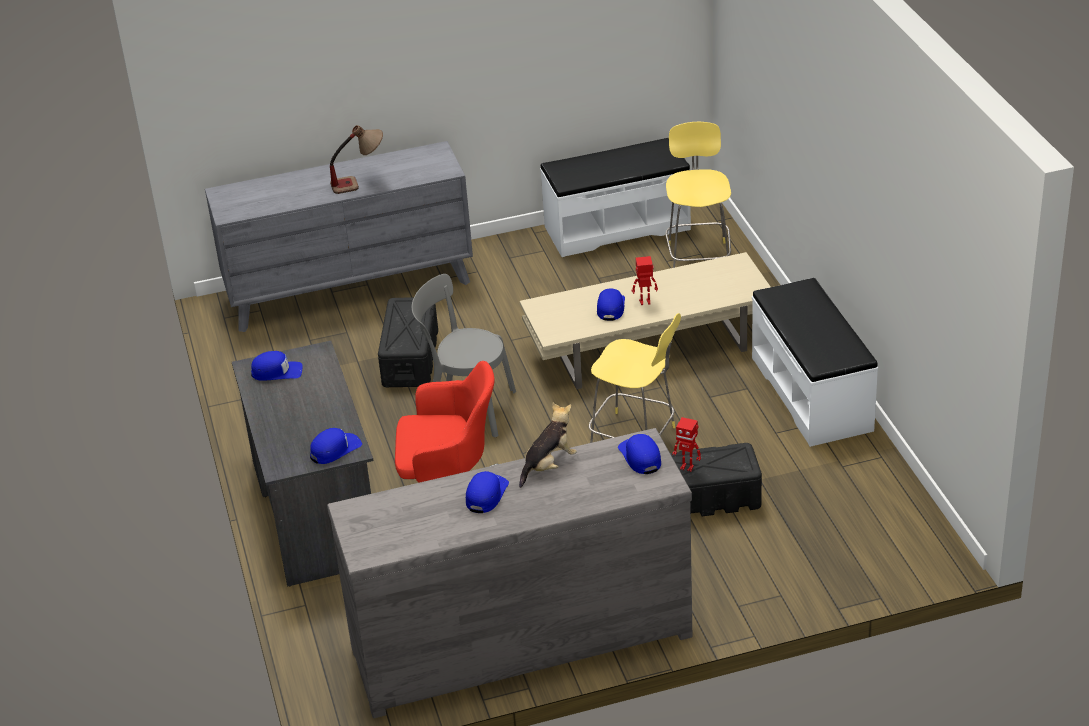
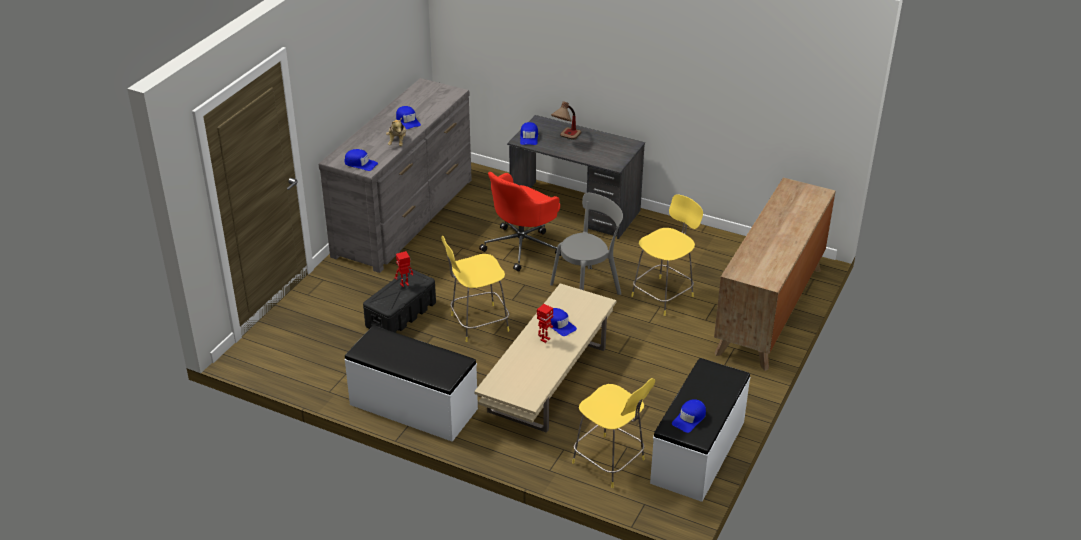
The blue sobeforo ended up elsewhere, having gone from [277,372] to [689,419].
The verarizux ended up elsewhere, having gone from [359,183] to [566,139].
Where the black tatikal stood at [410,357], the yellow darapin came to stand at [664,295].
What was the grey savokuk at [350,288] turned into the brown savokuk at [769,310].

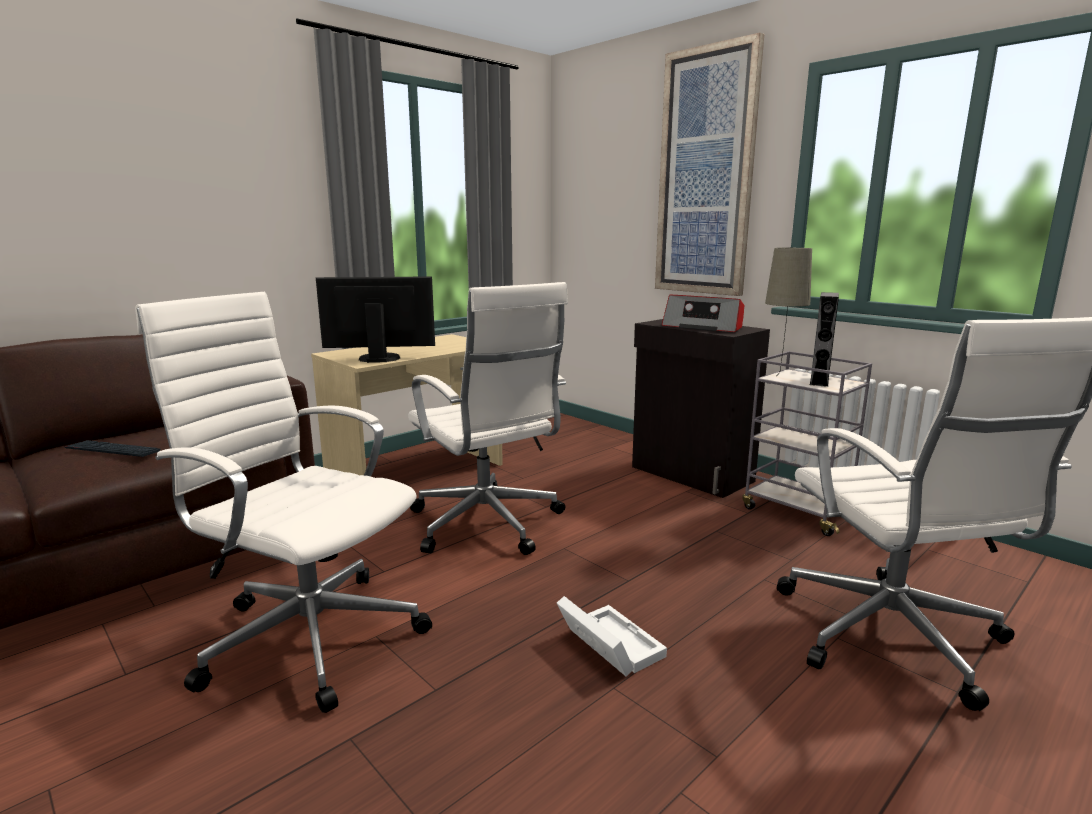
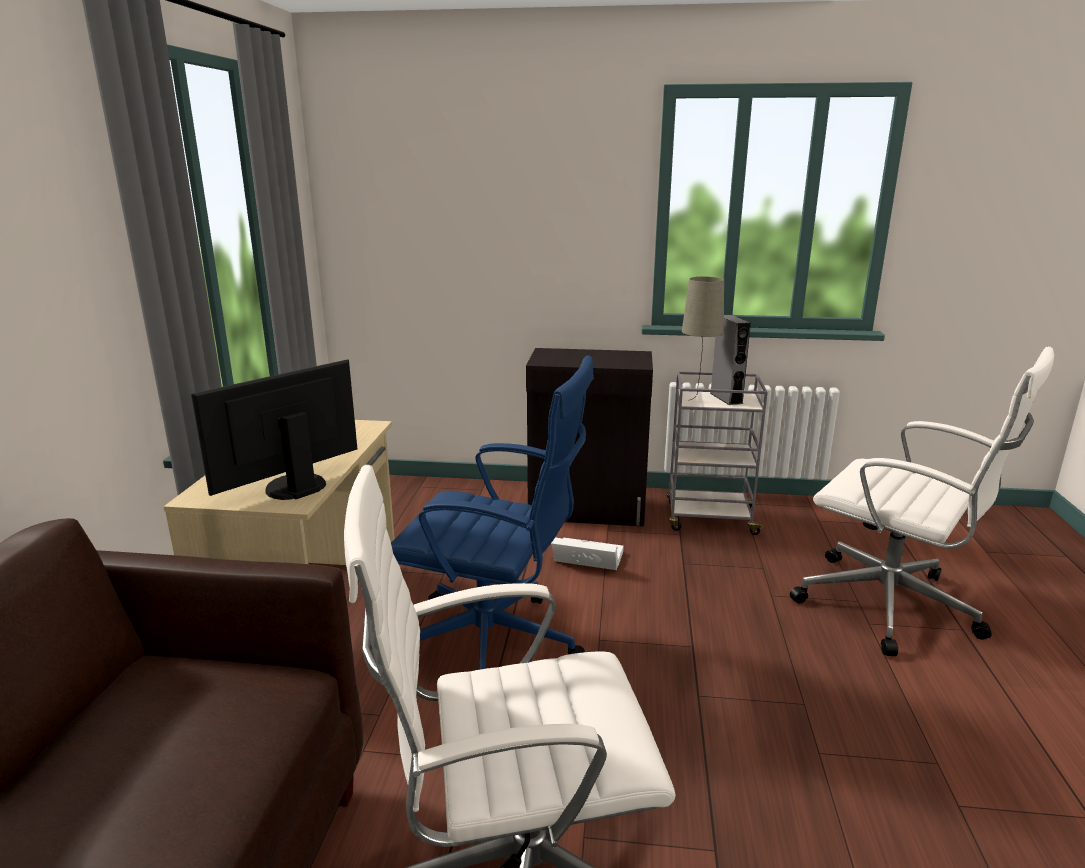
The second view lost the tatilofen at [112,450].
The second view lost the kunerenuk at [706,174].
The second view lost the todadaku at [703,327].
The white tatikal ended up elsewhere, having gone from [607,644] to [585,559].
What was the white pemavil at [487,525] turned into the blue pemavil at [493,648].

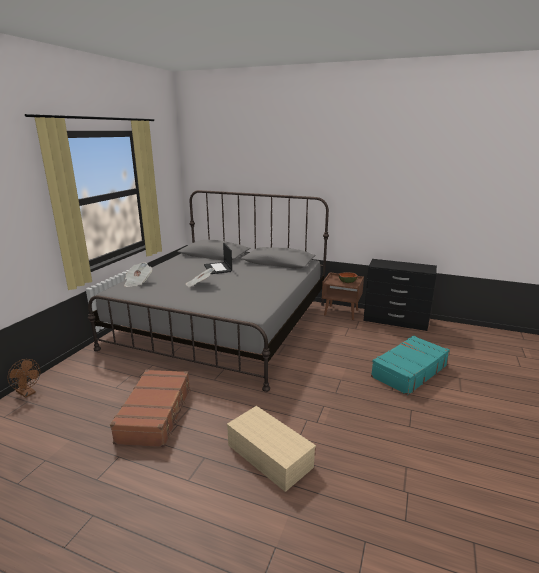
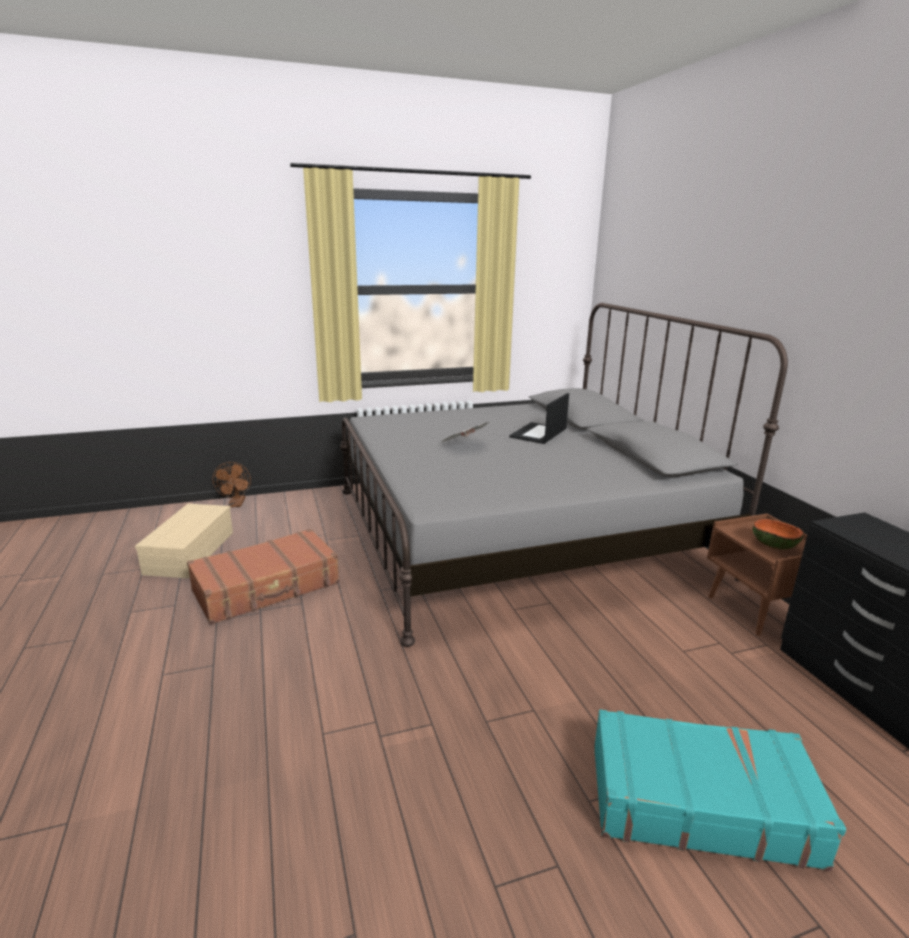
The second view lost the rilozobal at [137,282].
The beige tatikal ended up elsewhere, having gone from [268,455] to [190,551].

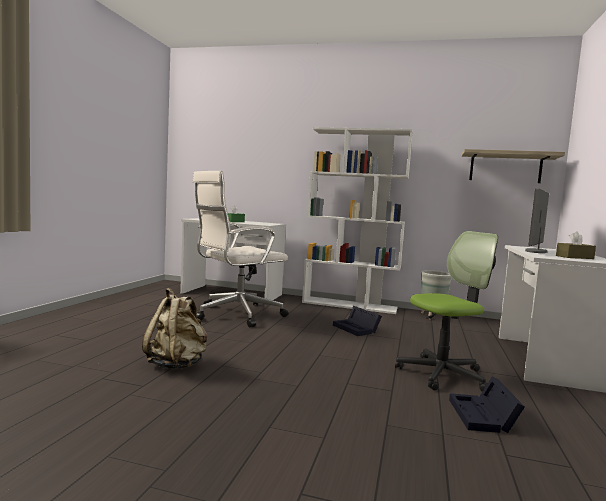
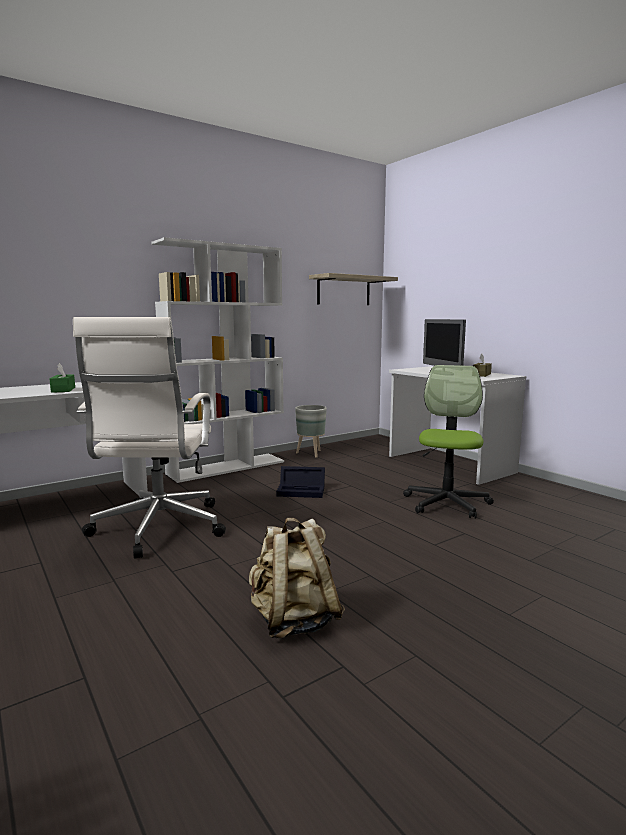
The second view lost the black tatikal at [483,417].

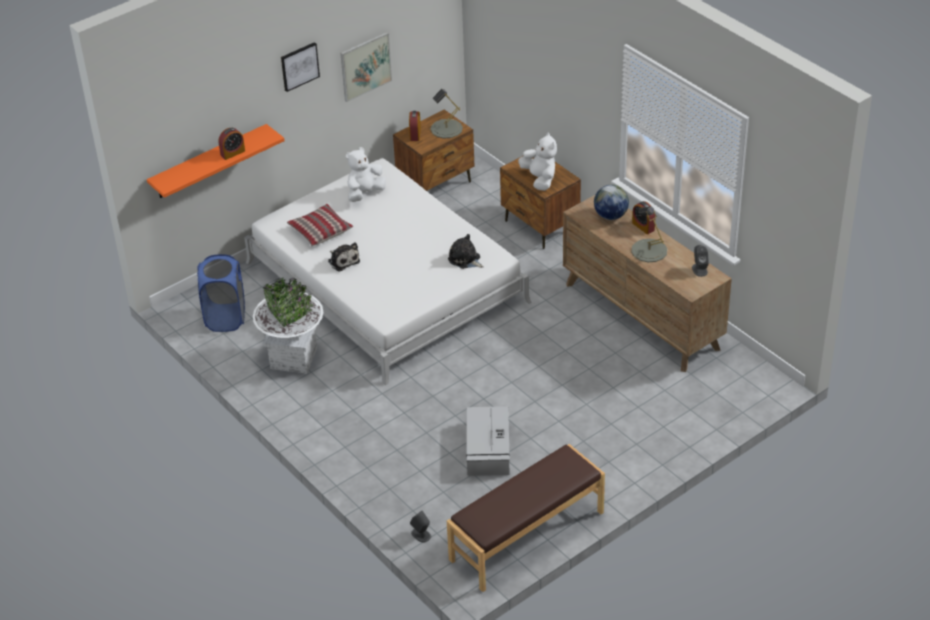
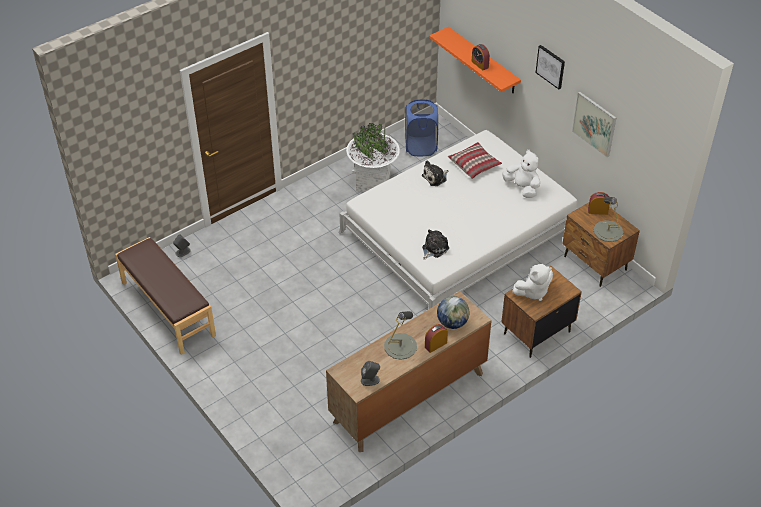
The second view lost the grey tatikal at [488,449].

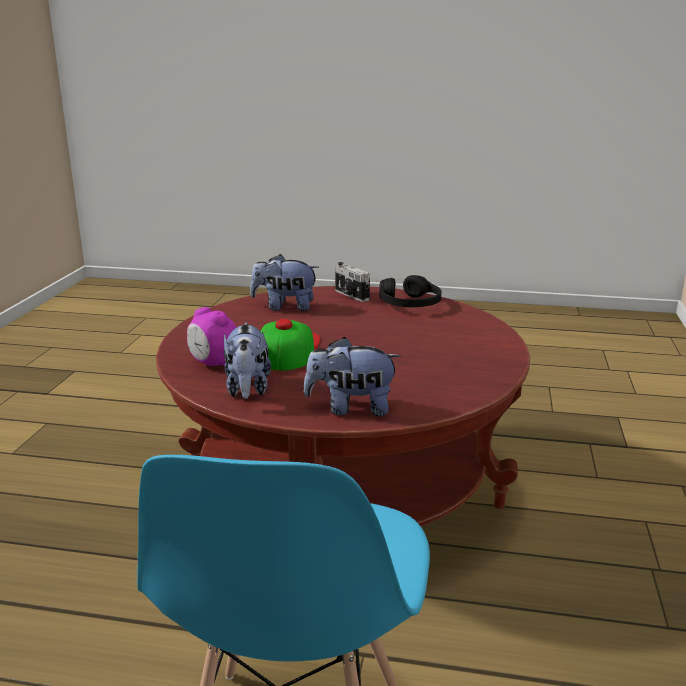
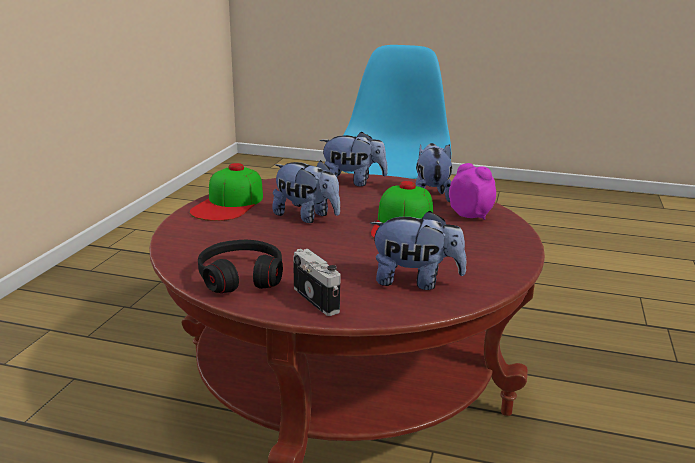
The second view gained the sobeforo at [229,204].
The second view gained the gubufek at [306,217].

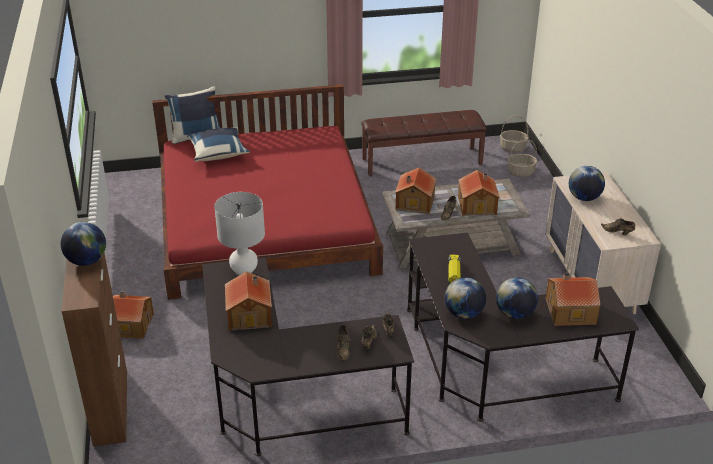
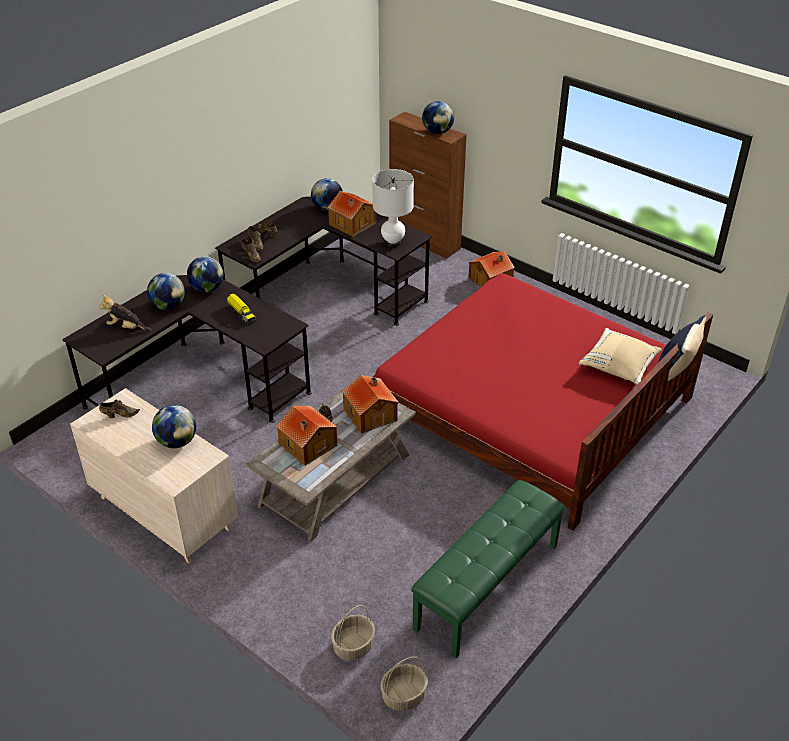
The second view gained the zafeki at [327,208].
Where the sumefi stood at [569,310], the gubufek came to stand at [126,327].
What was the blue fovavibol at [218,153] turned into the beige fovavibol at [619,366].
What was the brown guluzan at [422,161] turned into the green guluzan at [488,586].

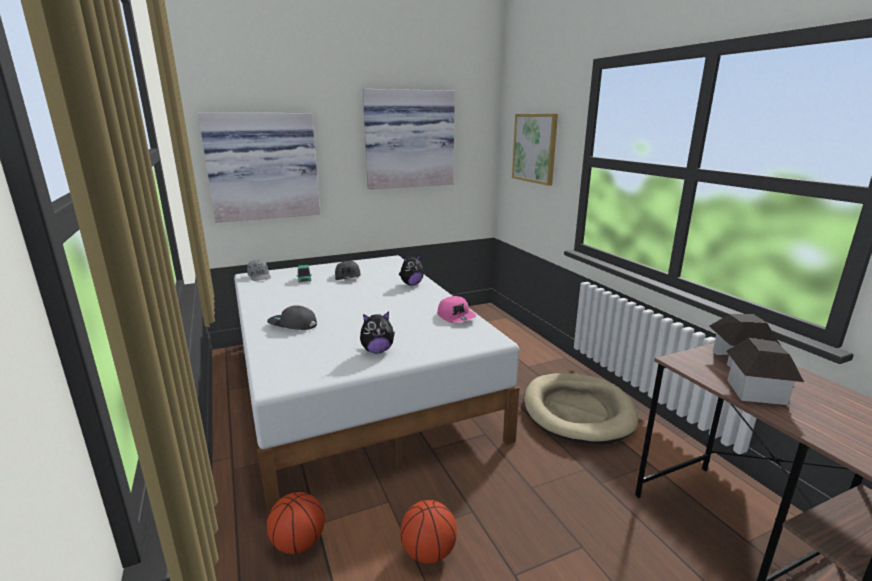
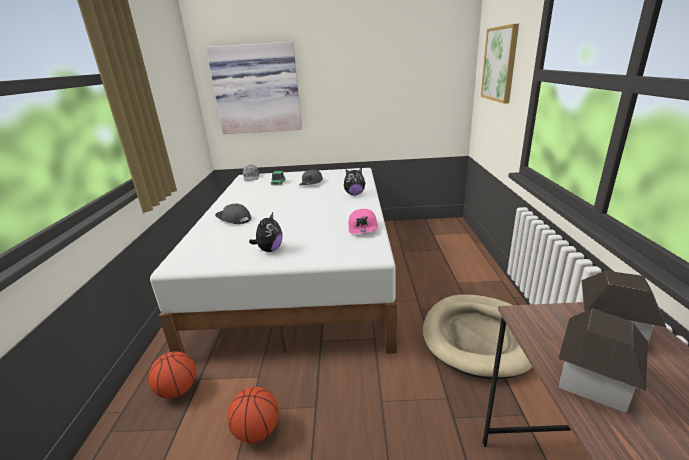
The second view lost the kunerenuk at [409,139].
The gubufek at [377,351] ended up facing another way, 75 degrees counterclockwise from before.

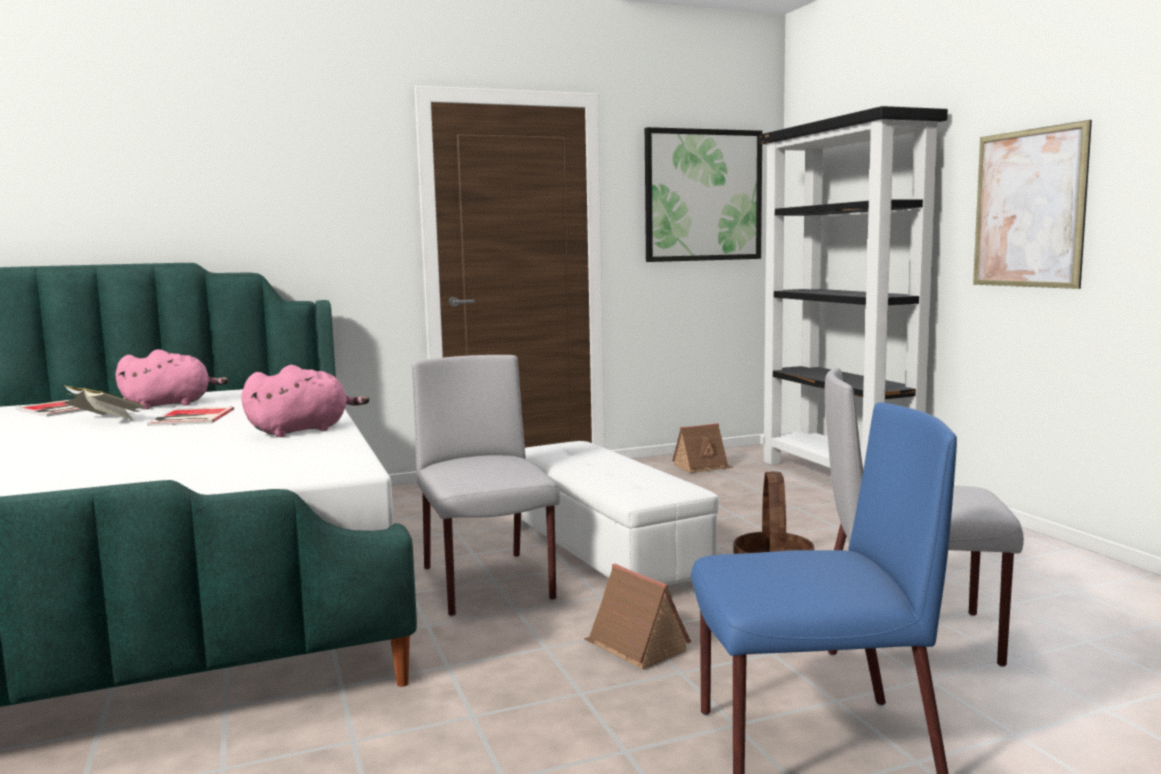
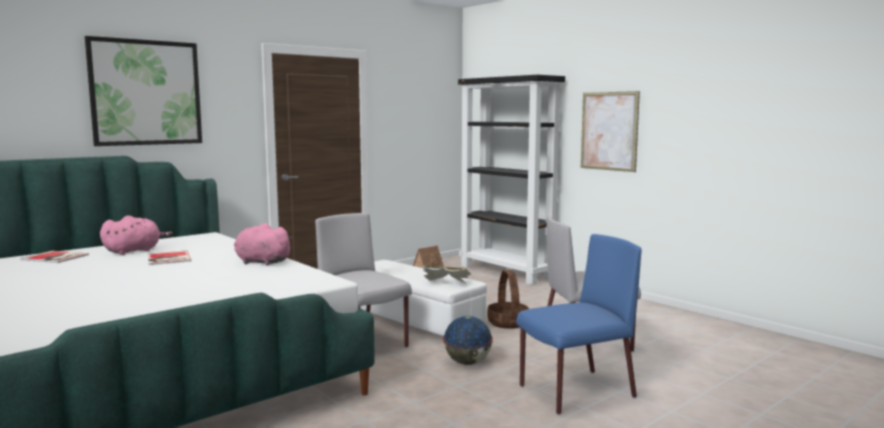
The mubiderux ended up elsewhere, having gone from [104,420] to [445,284].
The kunerenuk ended up elsewhere, having gone from [703,195] to [146,92].
Where the sumefi stood at [635,646], the zafeki came to stand at [467,363].
The pink gubufek at [302,430] ended up facing another way, 105 degrees counterclockwise from before.

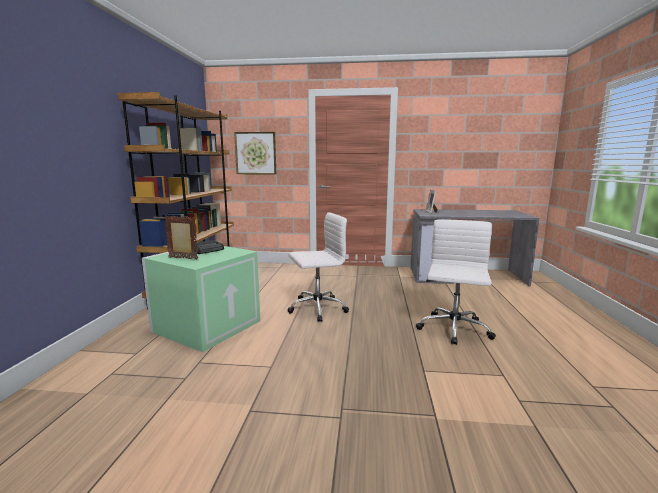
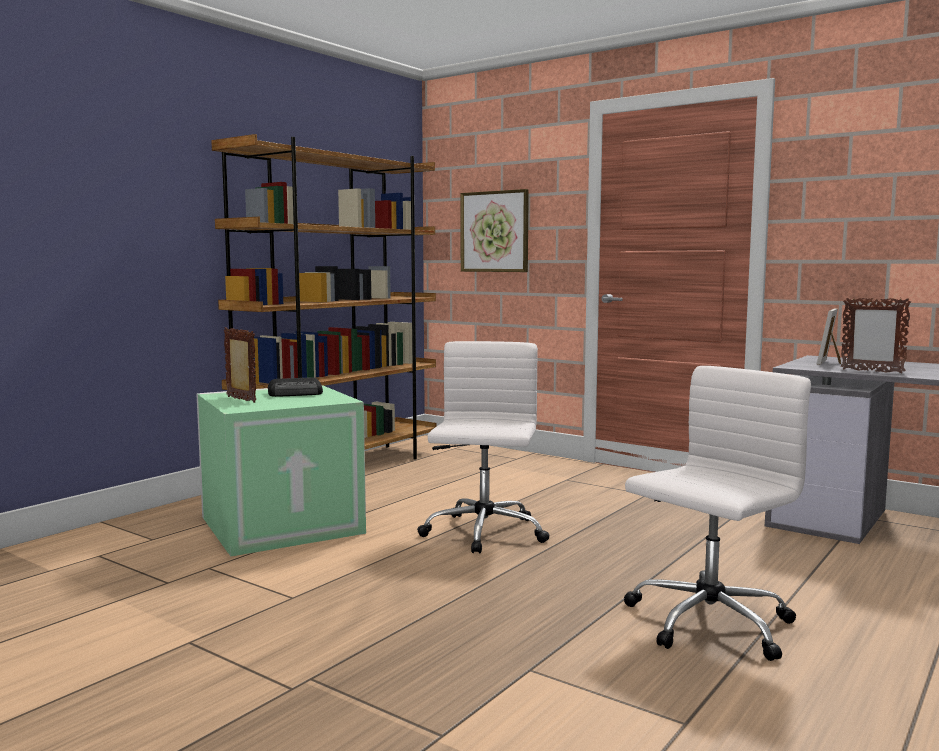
The second view gained the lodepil at [871,371].
The white pemavil at [316,308] ended up facing another way, 90 degrees counterclockwise from before.

